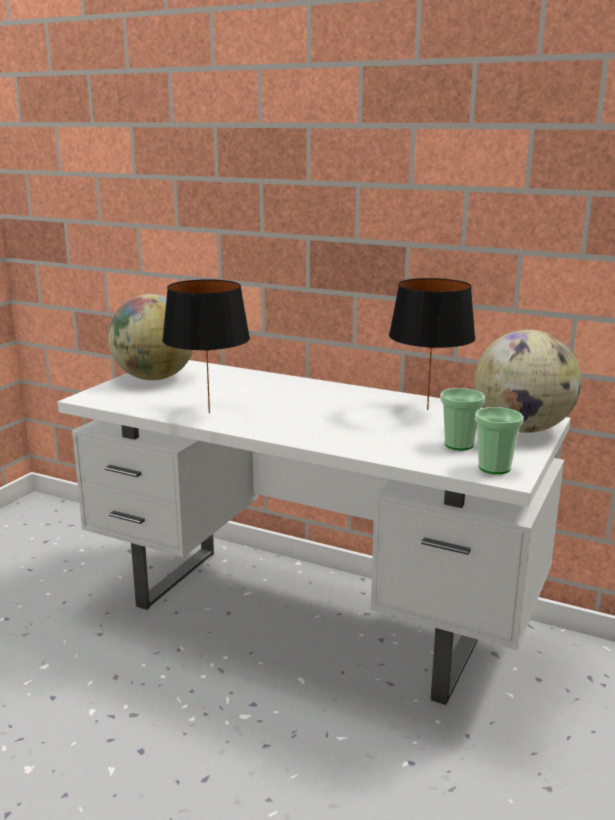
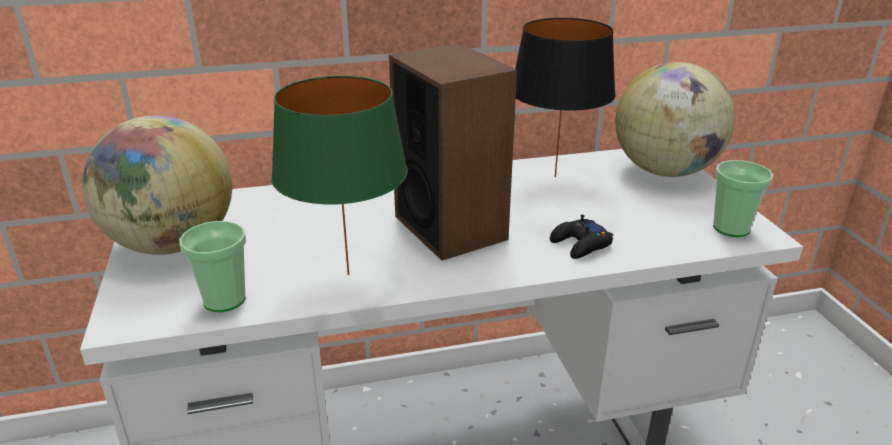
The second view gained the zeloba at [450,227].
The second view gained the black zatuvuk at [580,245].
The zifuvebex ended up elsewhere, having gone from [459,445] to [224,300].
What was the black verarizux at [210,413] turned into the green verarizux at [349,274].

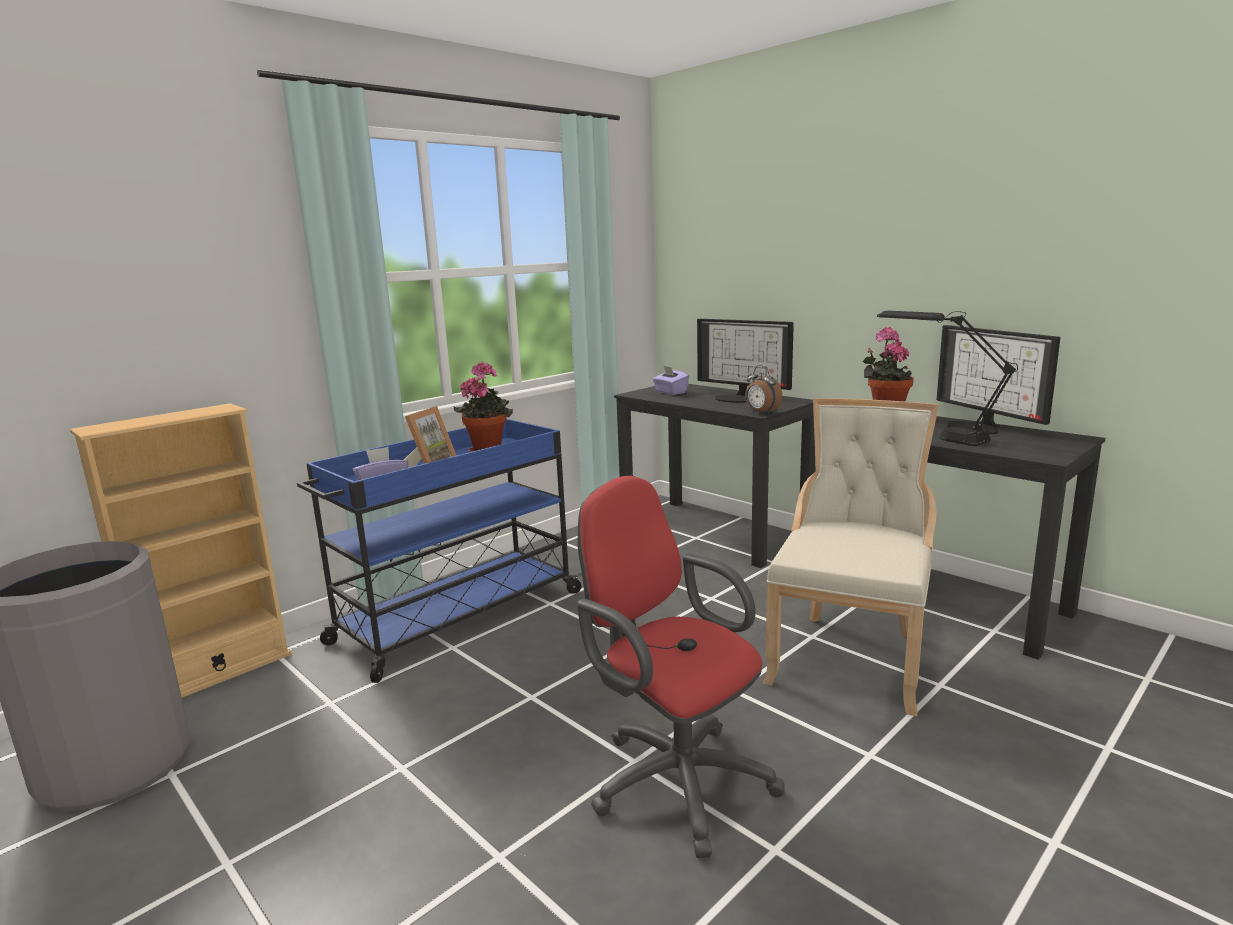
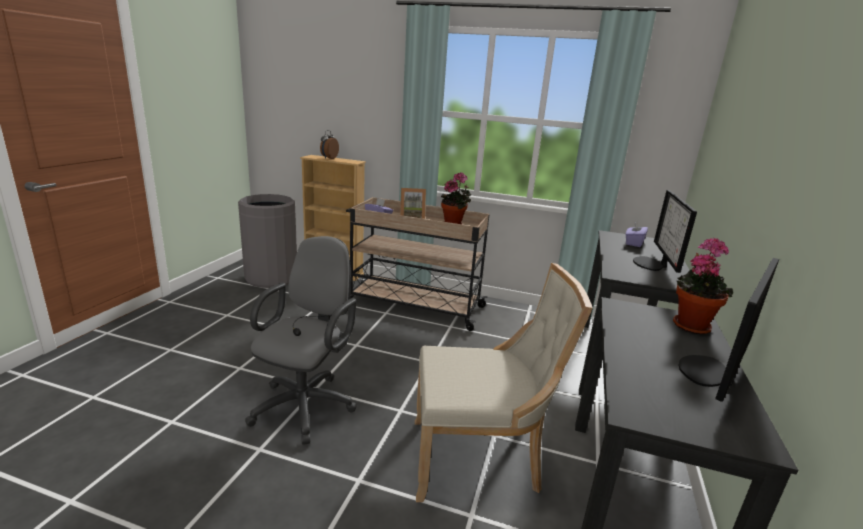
The second view lost the black verarizux at [935,435].
The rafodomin ended up elsewhere, having gone from [761,413] to [328,158].
What was the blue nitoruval at [456,618] turned into the beige nitoruval at [413,305].
What was the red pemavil at [674,778] turned into the grey pemavil at [307,403].

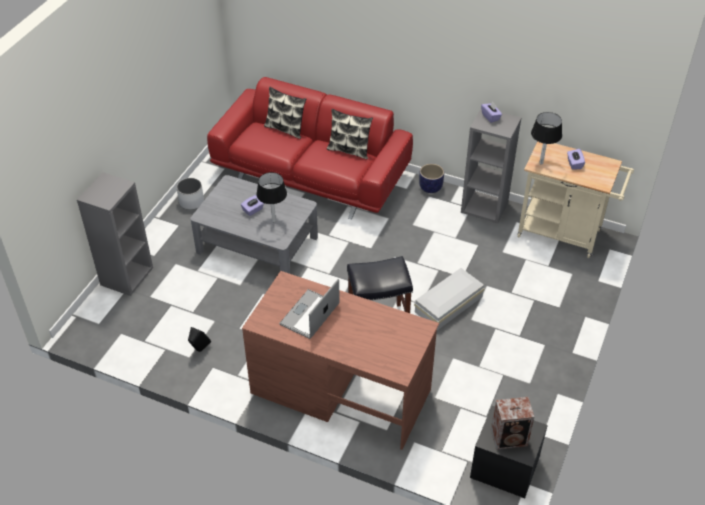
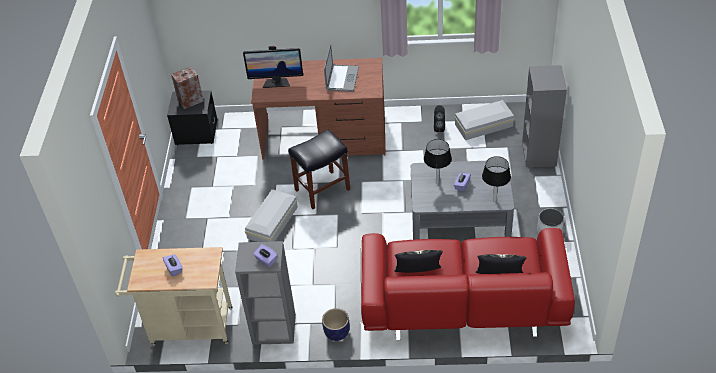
The second view gained the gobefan at [276,82].
The second view gained the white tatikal at [485,125].
The black verarizux ended up elsewhere, having gone from [541,163] to [494,200].

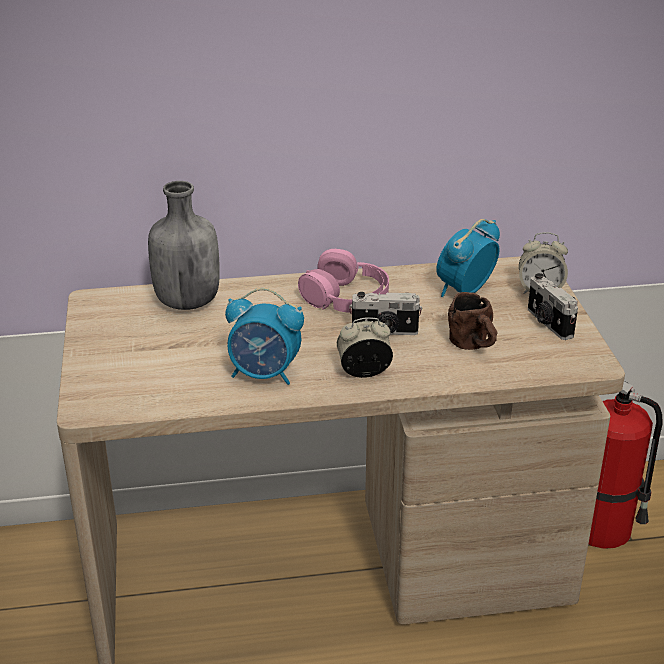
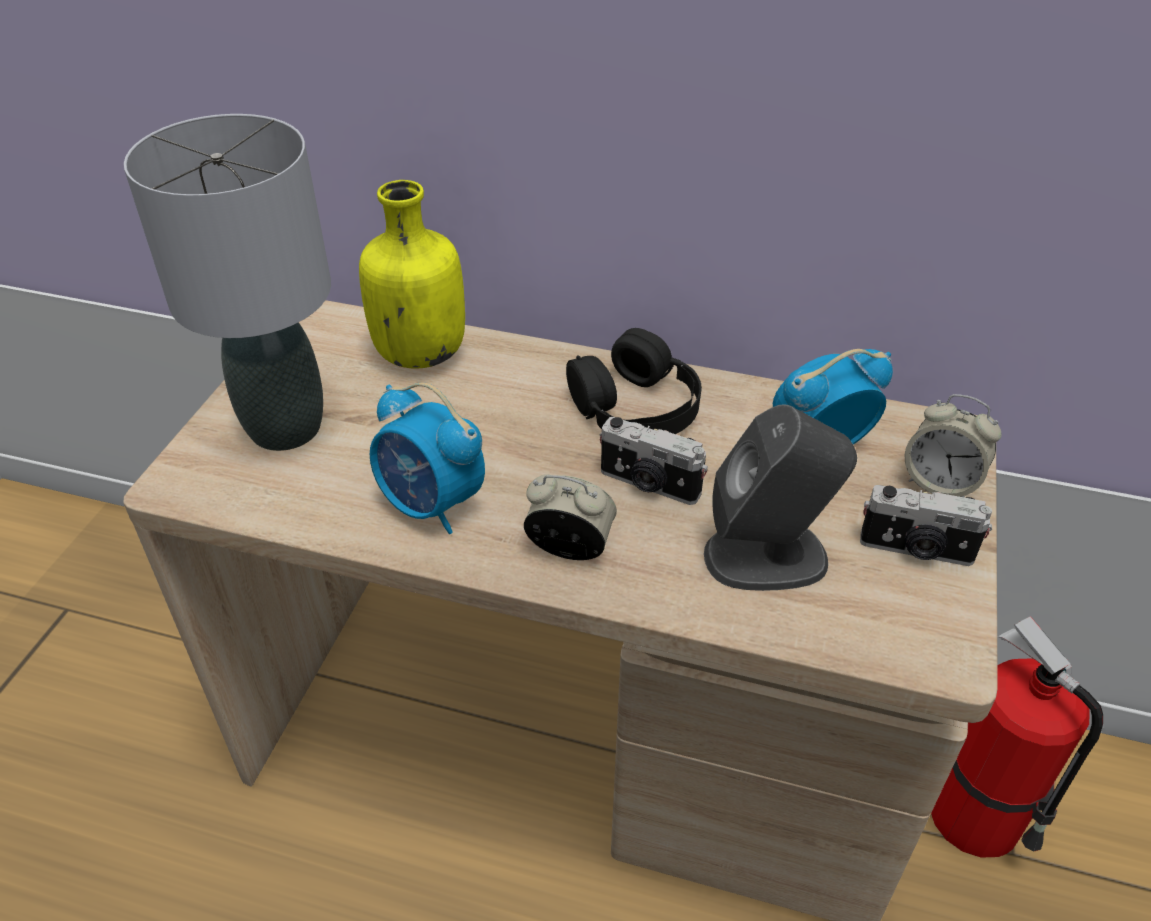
The second view gained the grey verarizux at [284,428].
Where the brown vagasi stood at [474,346], the grey zeloba came to stand at [767,557].
What was the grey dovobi at [186,301] turned into the yellow dovobi at [420,353].
What was the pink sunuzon at [346,296] turned into the black sunuzon at [635,406].
The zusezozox at [548,323] ended up facing another way, 75 degrees counterclockwise from before.

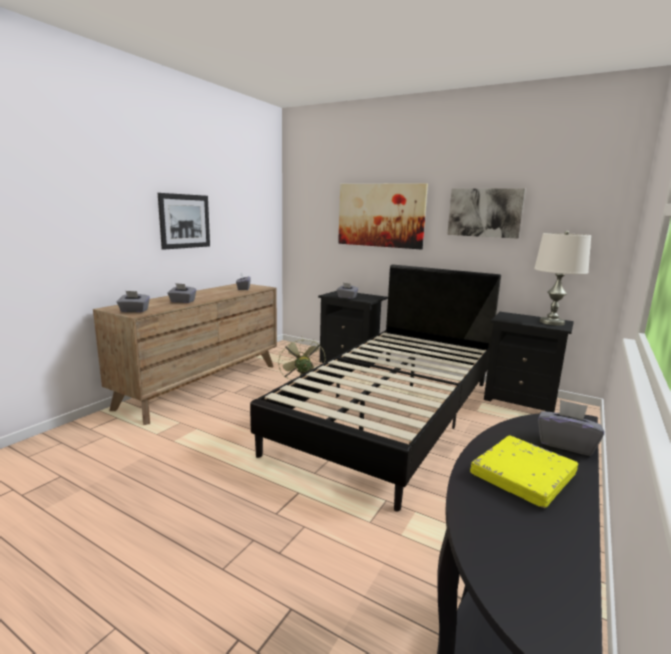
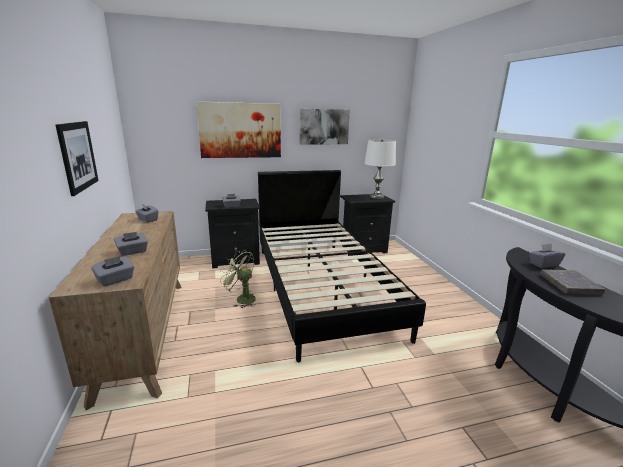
What was the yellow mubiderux at [523,475] turned into the grey mubiderux at [569,285].

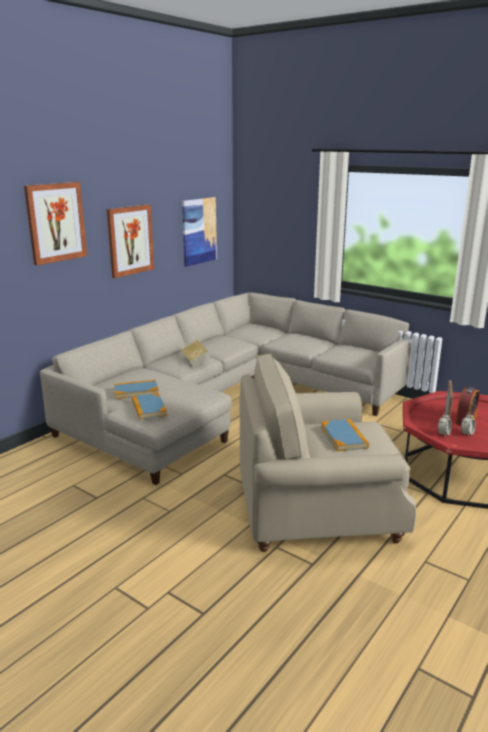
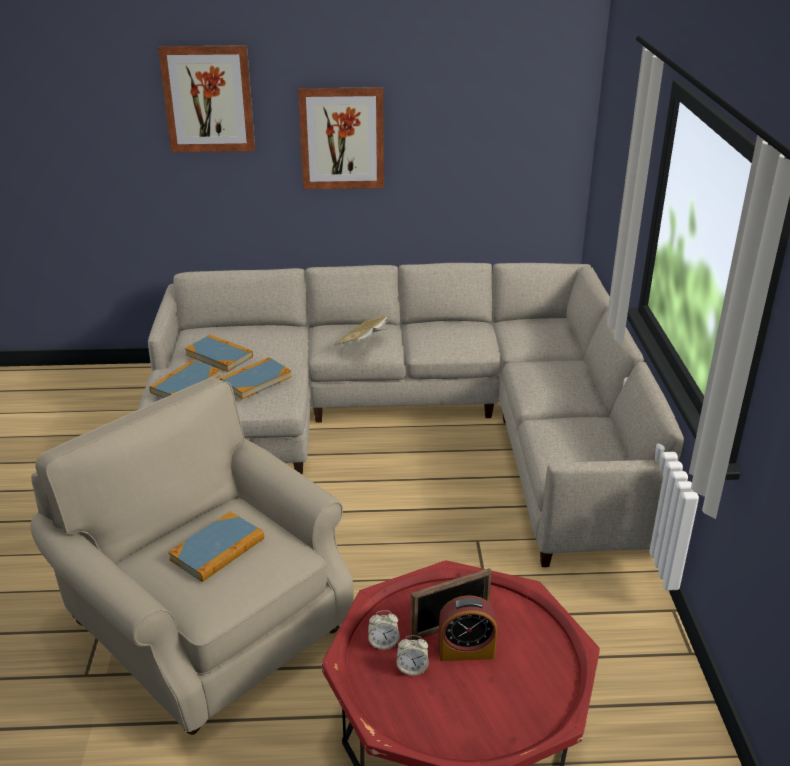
The second view lost the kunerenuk at [199,231].
The second view gained the mubiderux at [256,380].

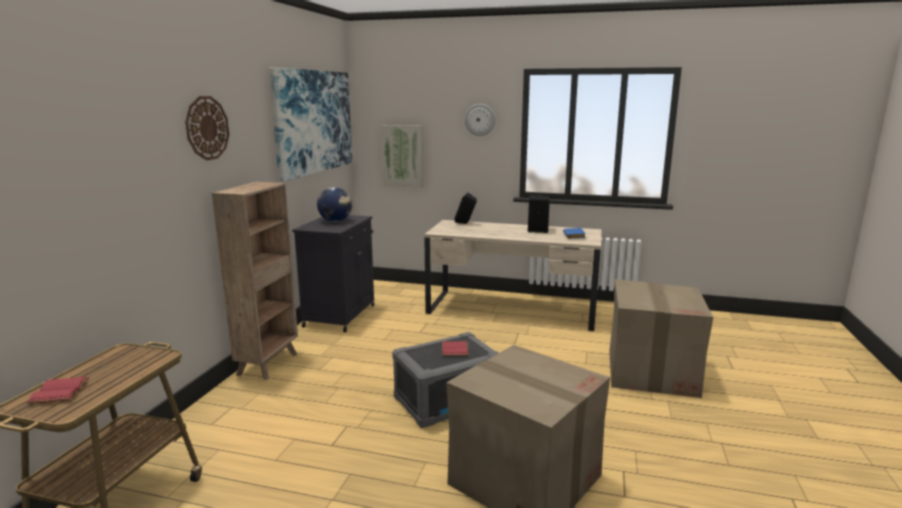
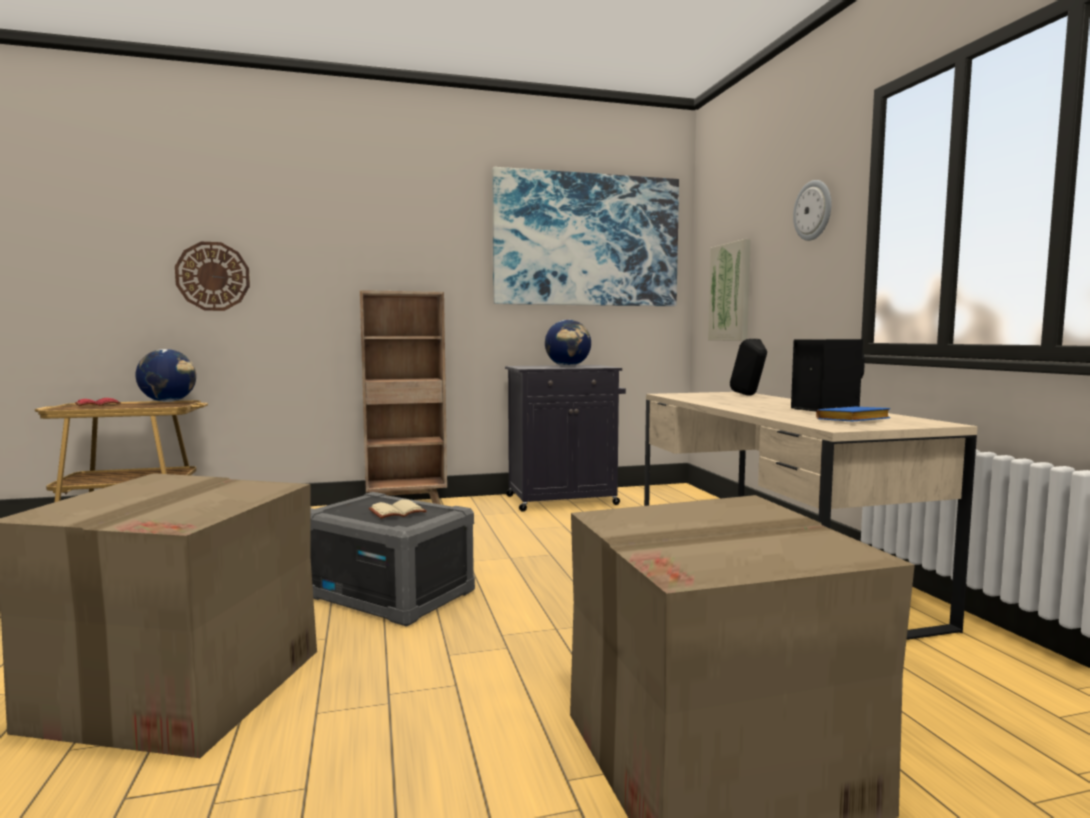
The second view gained the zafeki at [168,401].
The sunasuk ended up elsewhere, having gone from [207,128] to [213,276].
What was the red mubiderux at [455,350] turned into the beige mubiderux at [397,512].

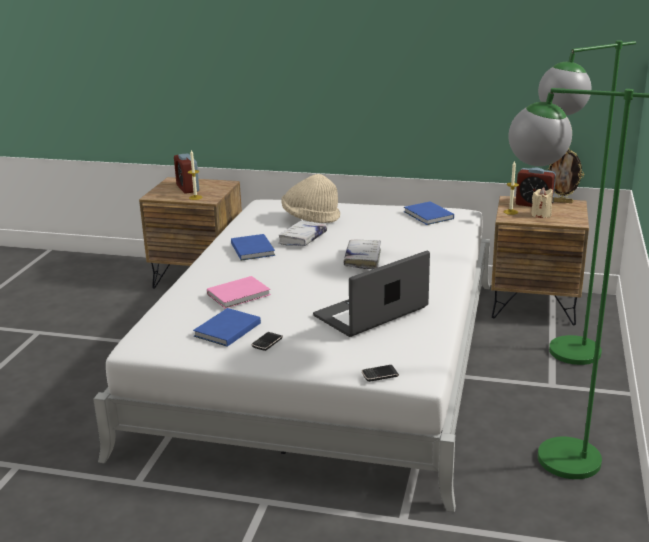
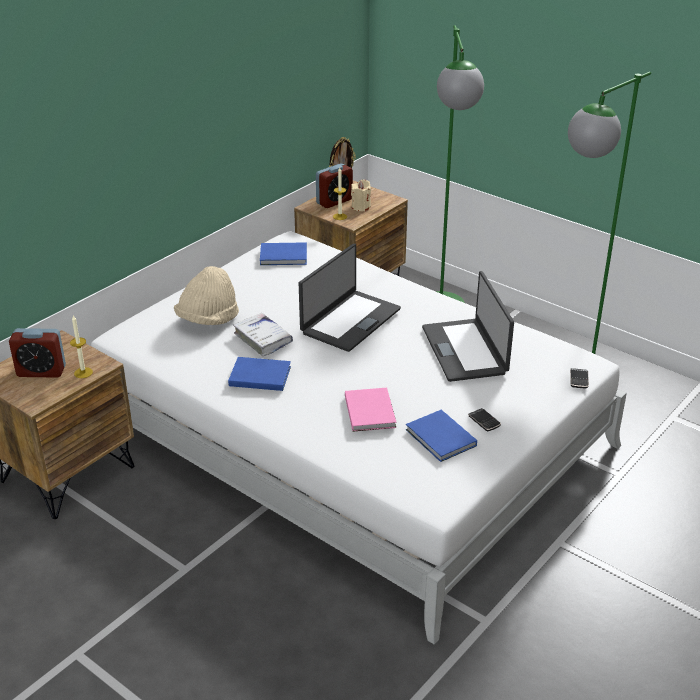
Where the white mubiderux stood at [362,259], the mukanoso came to stand at [349,321].

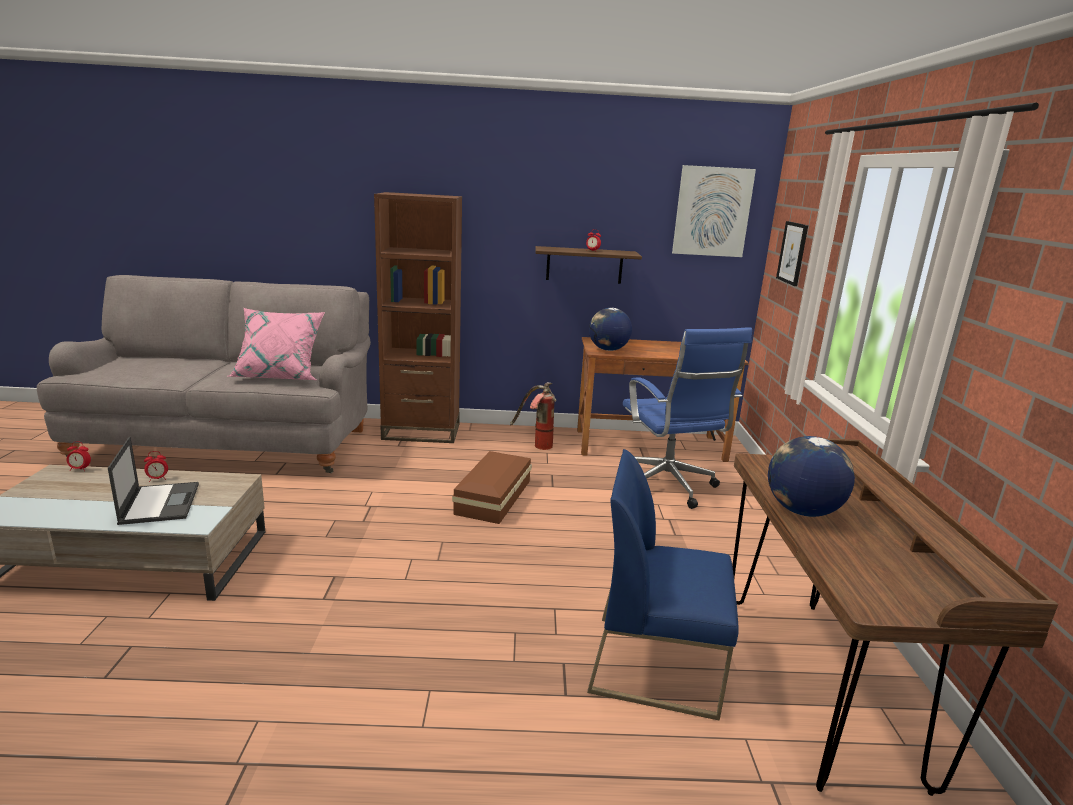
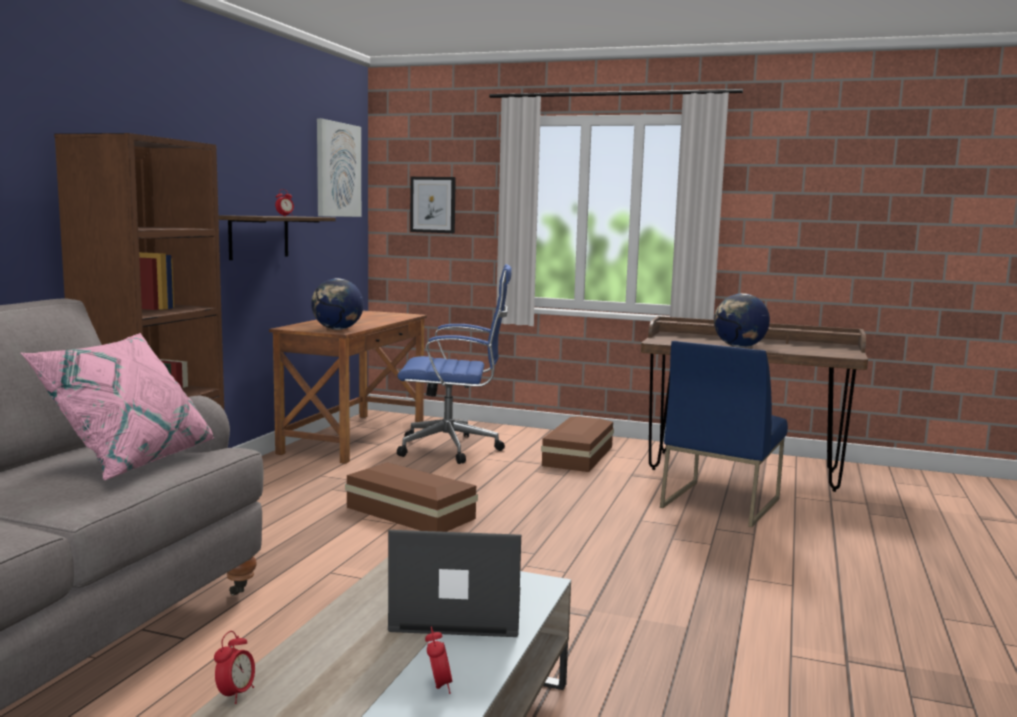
The second view lost the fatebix at [536,445].
The second view gained the brown tatikal at [580,455].
The rafodomin ended up elsewhere, having gone from [157,479] to [438,687].

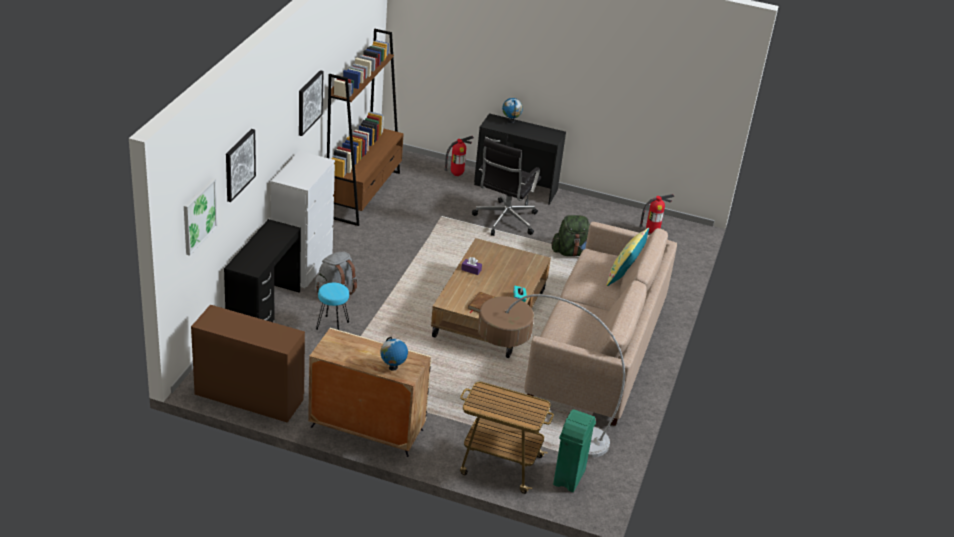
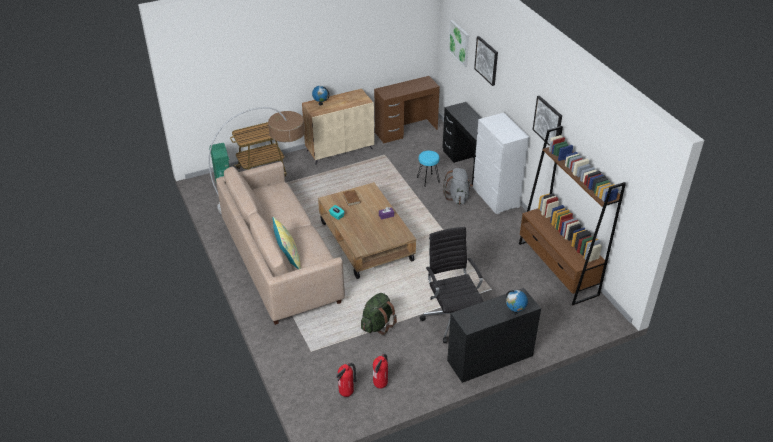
The fatebix ended up elsewhere, having gone from [456,174] to [380,385].

